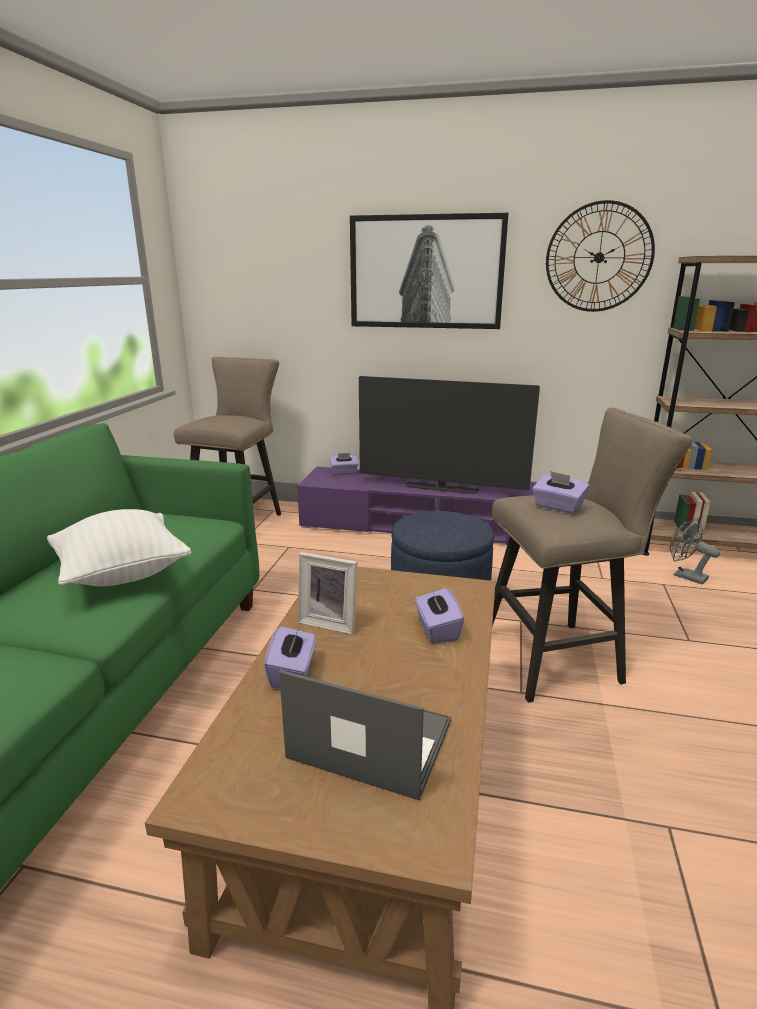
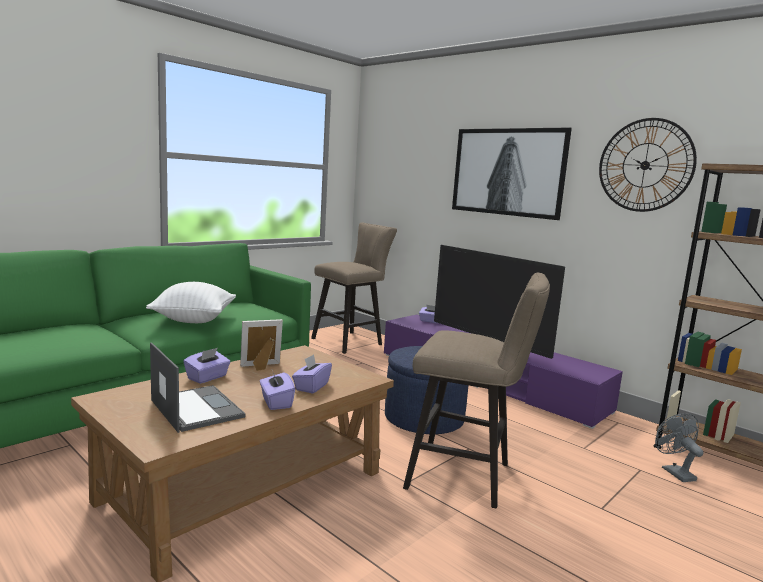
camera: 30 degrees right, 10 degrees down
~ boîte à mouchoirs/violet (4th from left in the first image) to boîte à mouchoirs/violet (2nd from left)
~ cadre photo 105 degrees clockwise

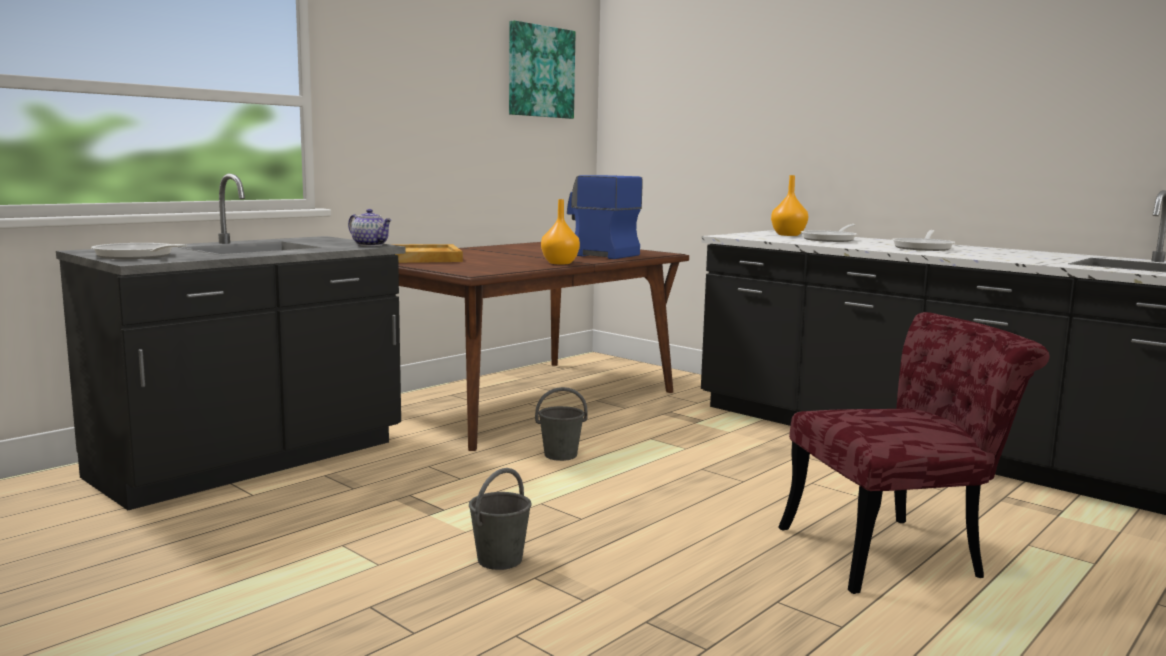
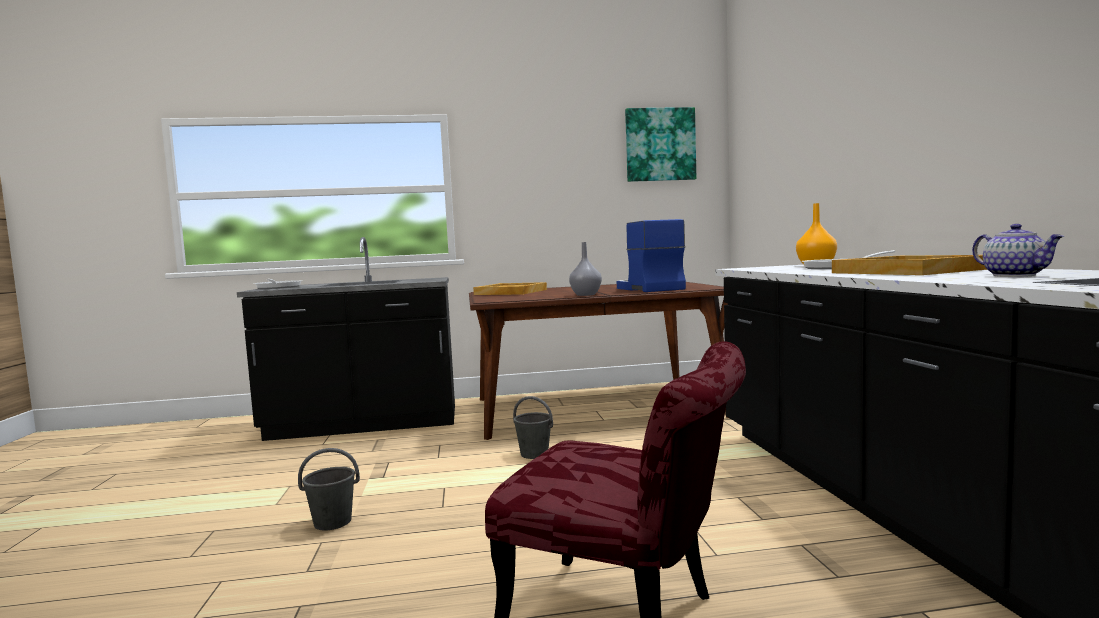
camera: 40 degrees right, 5 degrees down
~ vase/orange (1st from left) to vase/gris
~ théière
~ poêle (3rd from left) to plateau/beige (2nd from left)

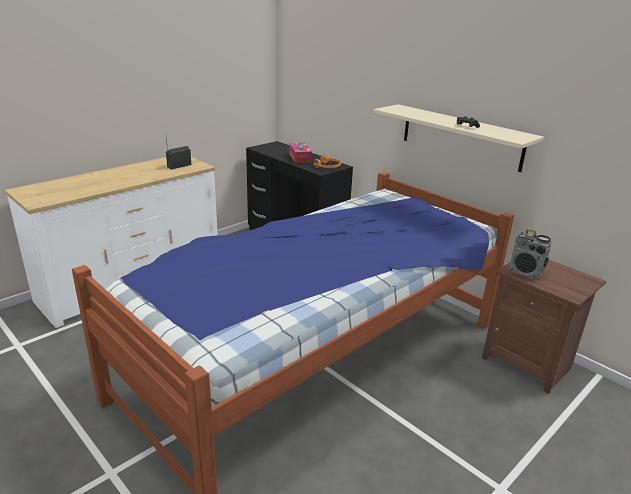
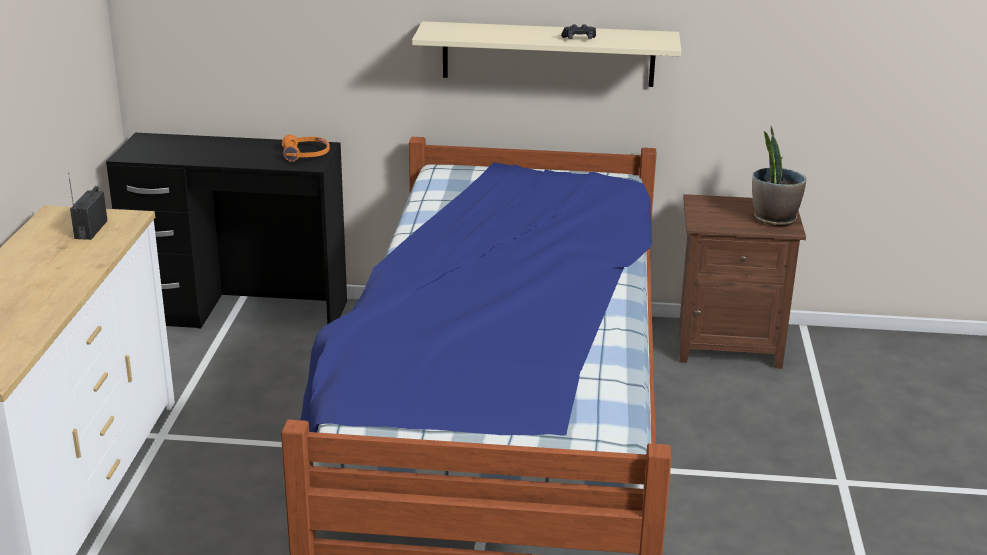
camera: 40 degrees left, 0 degrees up
- boîte à mouchoirs
- radio (2nd from left)
+ plante en pot

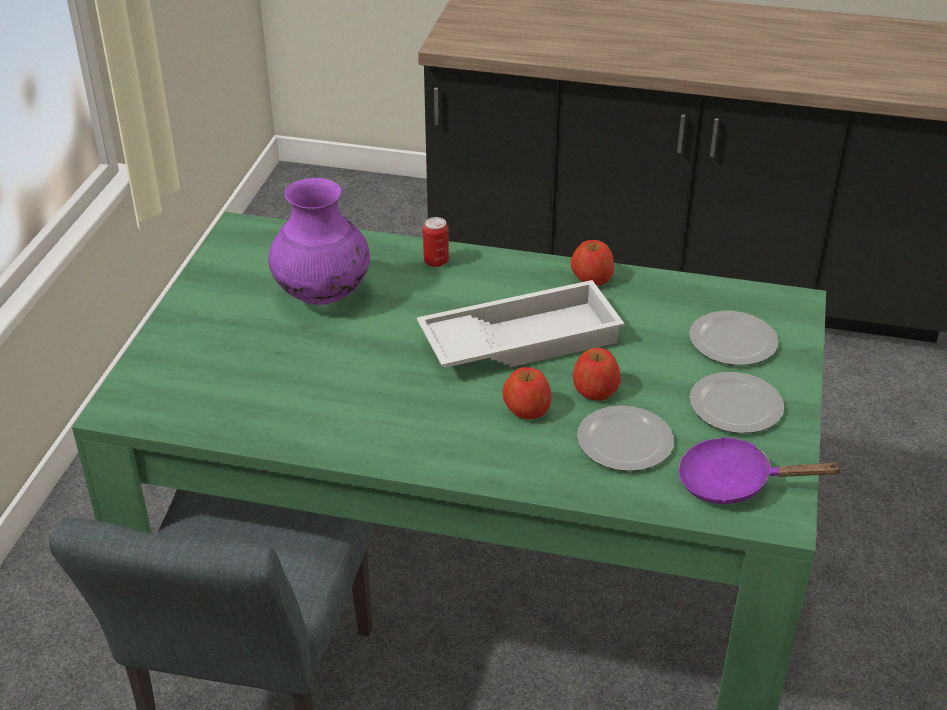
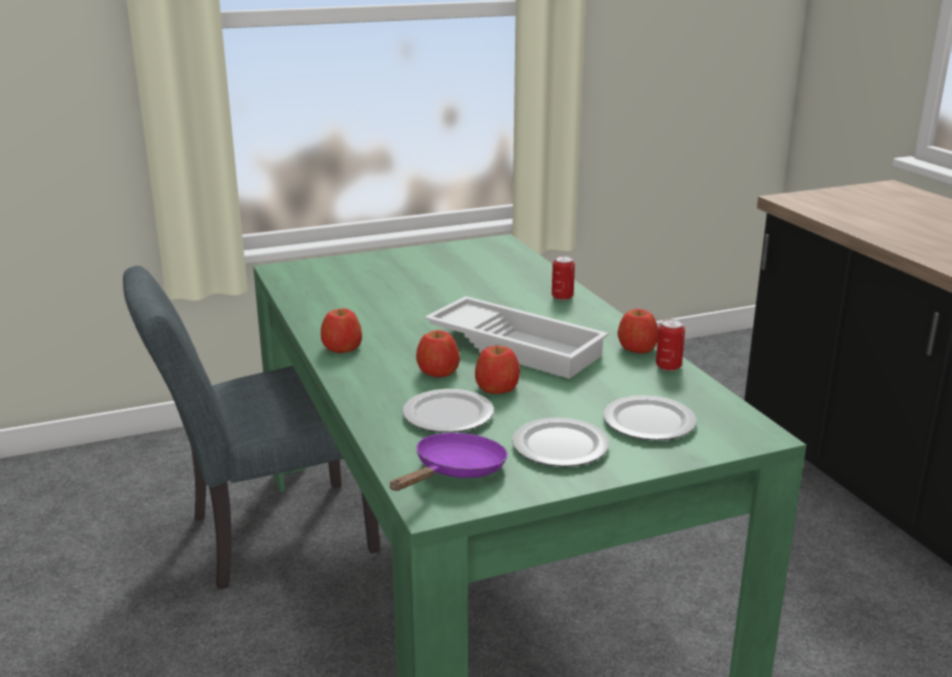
camera: 55 degrees right, 15 degrees down
- vase/violet
~ poêle/violet 60 degrees clockwise
+ pomme (1st from left)
+ boîte métallique (2nd from left)

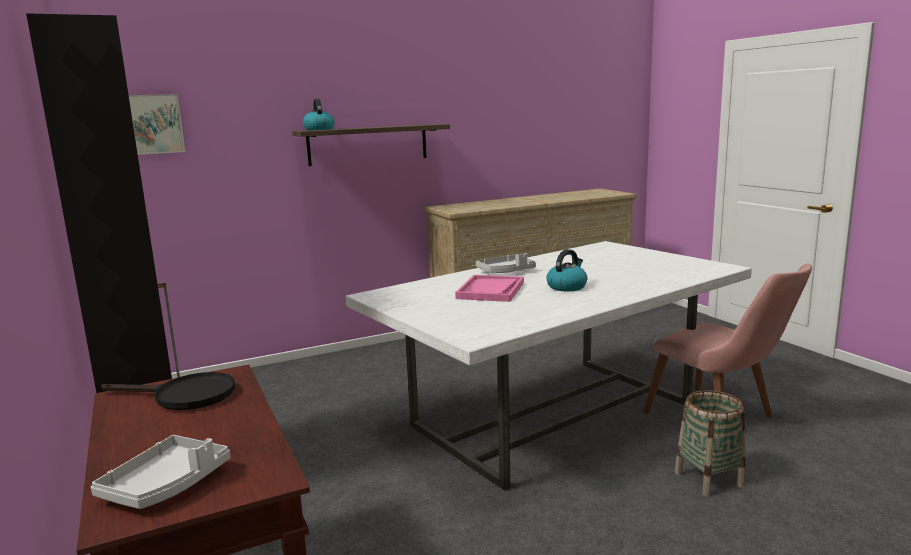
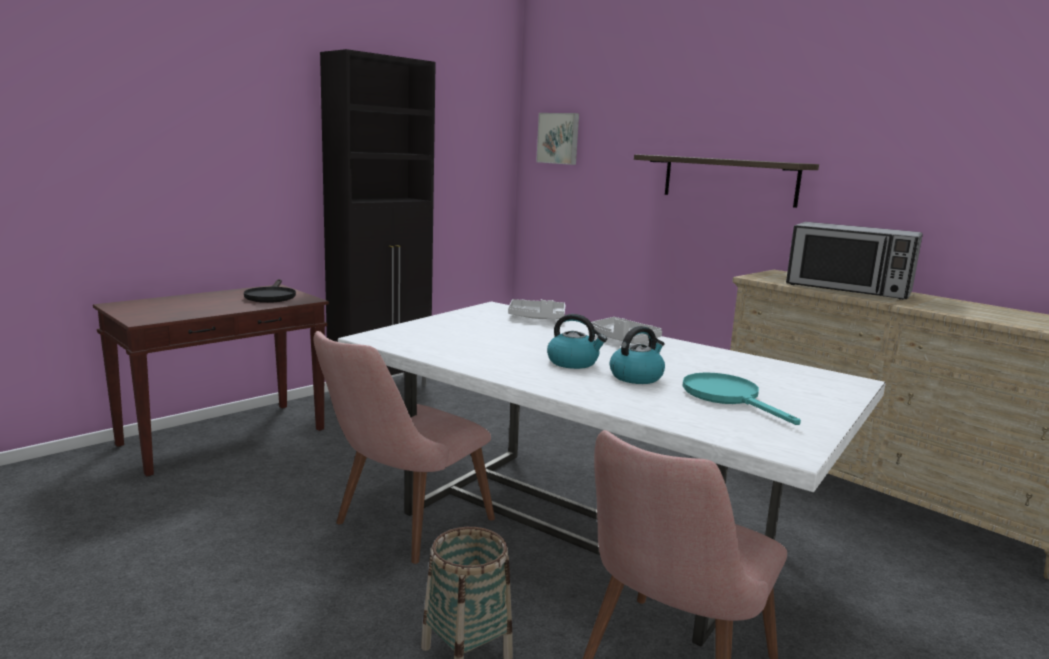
camera: 70 degrees right, 0 degrees up
~ bouilloire (1st from left in the first image) to bouilloire (2nd from left)
- plateau/rose
~ plateau/gris (1st from left)
+ micro-ondes
+ chaise/rose (1st from left)
+ poêle/turquoise

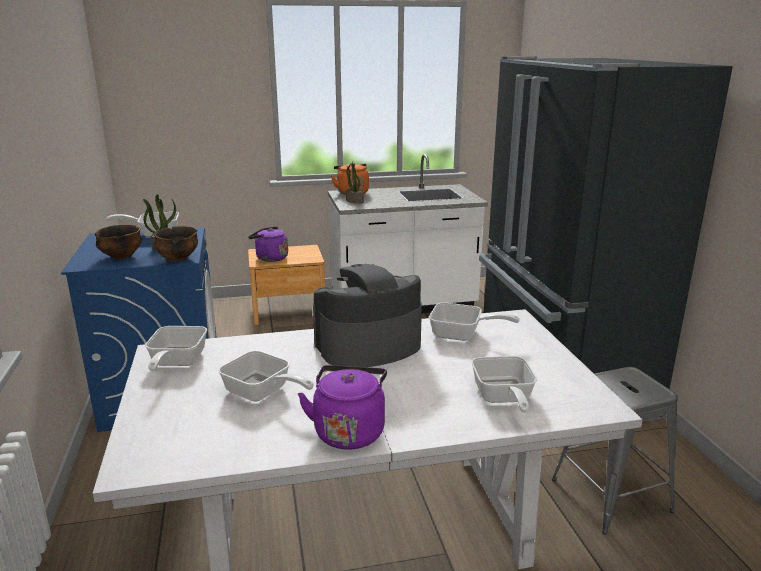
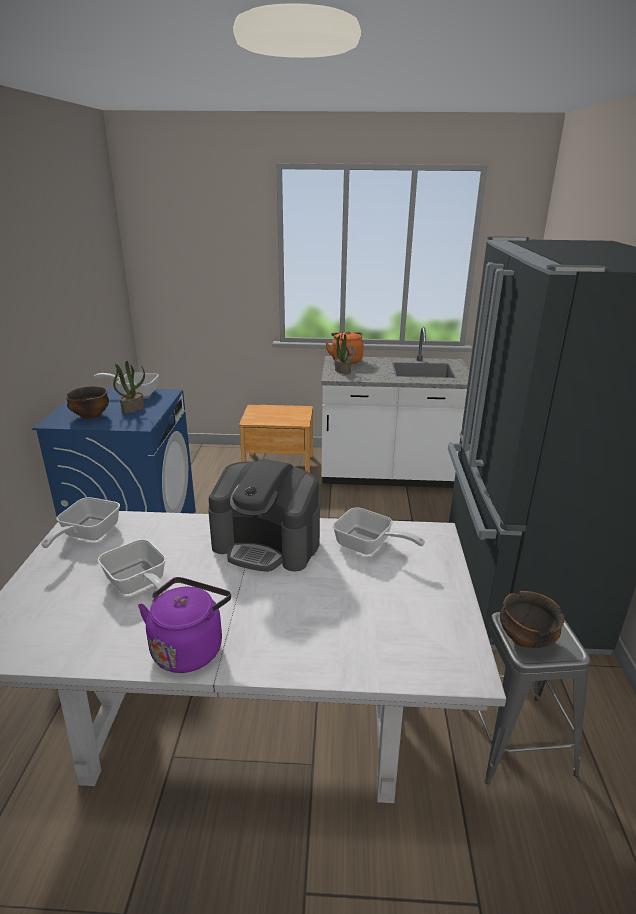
camera: 15 degrees right, 5 degrees up
~ bol (2nd from left)
- bouilloire/violet (1st from left)
~ machine à café 150 degrees counterclockwise
- poêle (5th from left)

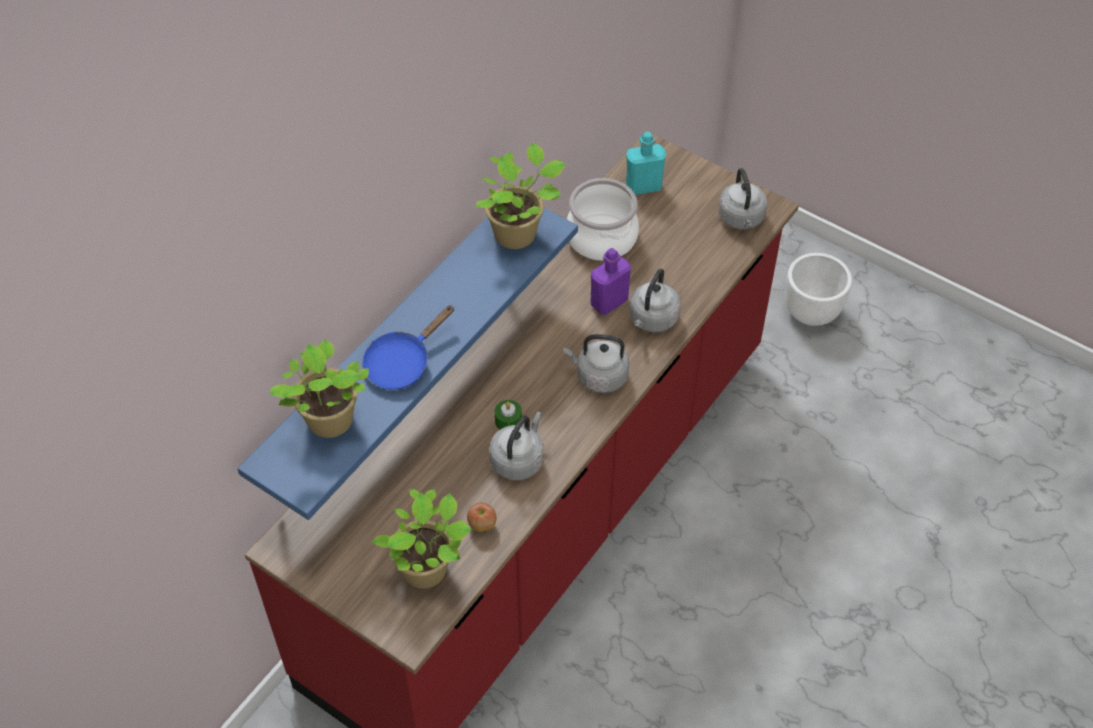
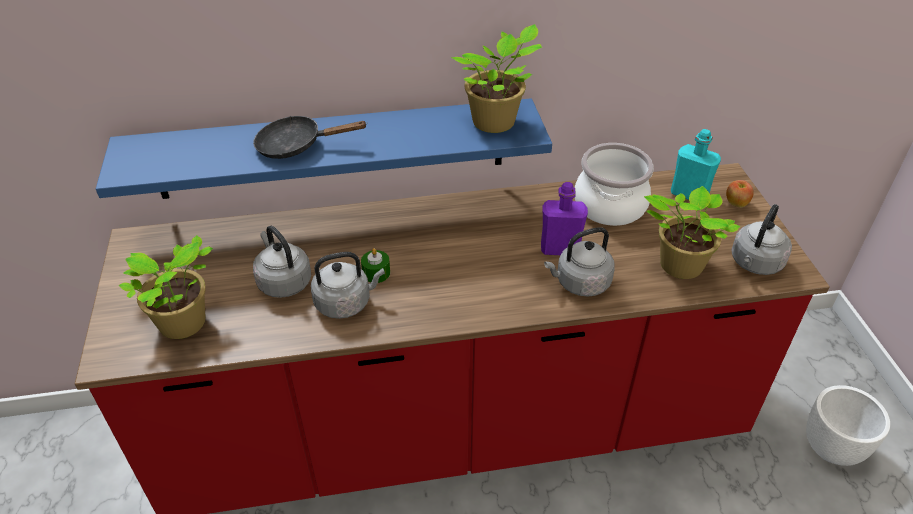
camera: 45 degrees right, 10 degrees down
~ poêle/bleu to poêle/noir
~ bouilloire/gris (2nd from left in the first image) to bouilloire/gris (1st from left)
~ plante en pot (1st from left in the first image) to plante en pot (3rd from left)
~ pomme

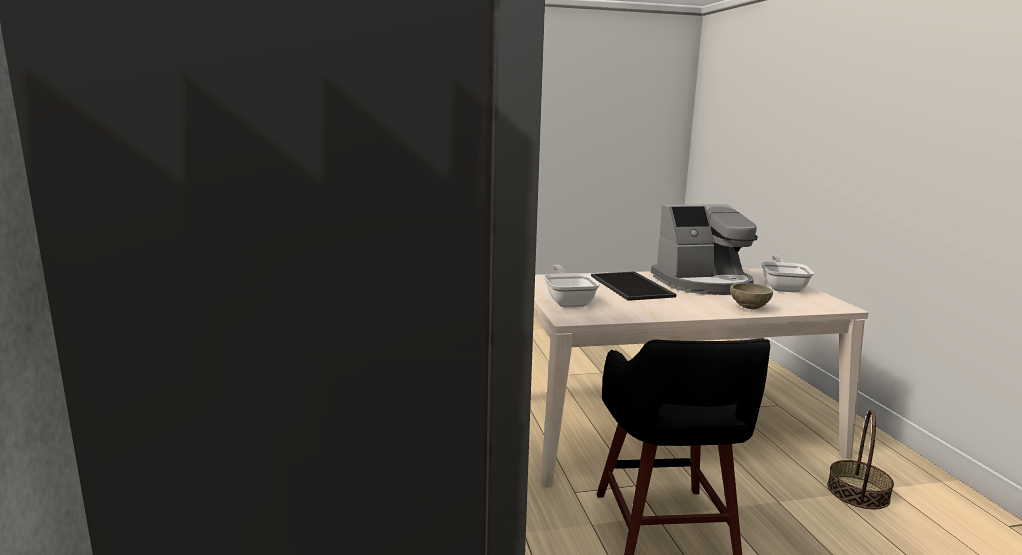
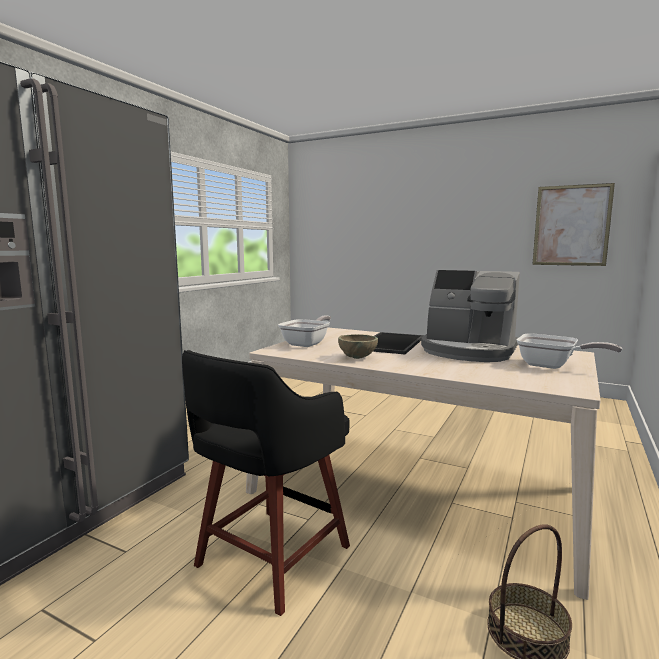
camera: 40 degrees right, 5 degrees down
~ poêle (2nd from left) 75 degrees clockwise
~ bol/beige
+ tableau

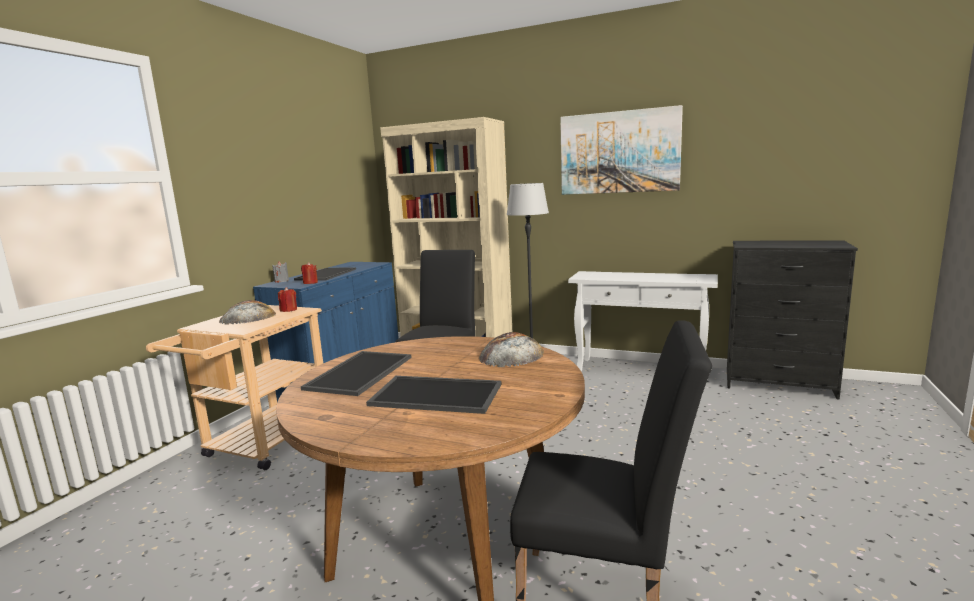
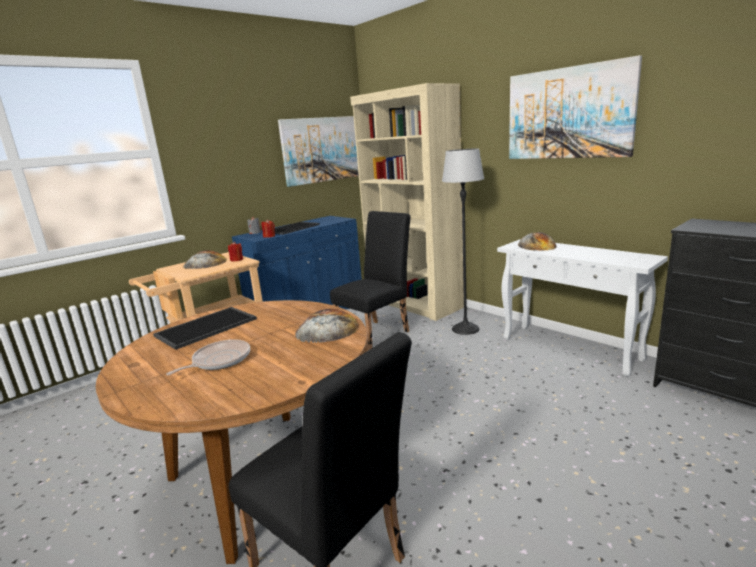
camera: 25 degrees right, 5 degrees up
~ plateau (3rd from left) to poêle
+ tableau (1st from left)
+ pain (3rd from left)

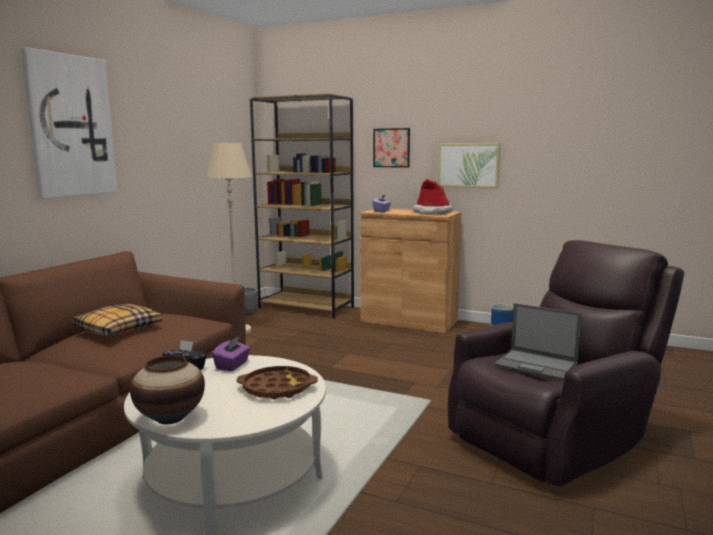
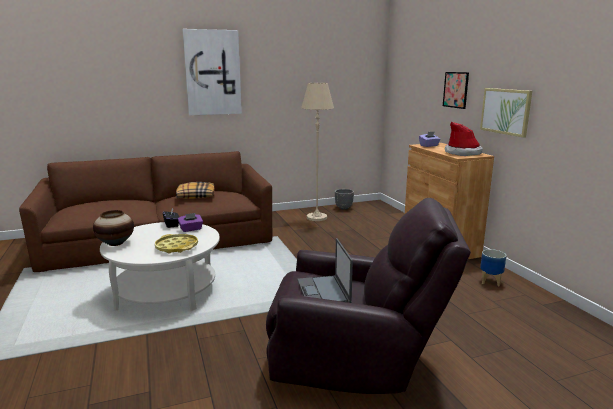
camera: 45 degrees right, 5 degrees up
- bibliothèque/marron
~ plateau/marron to plateau/jaune

